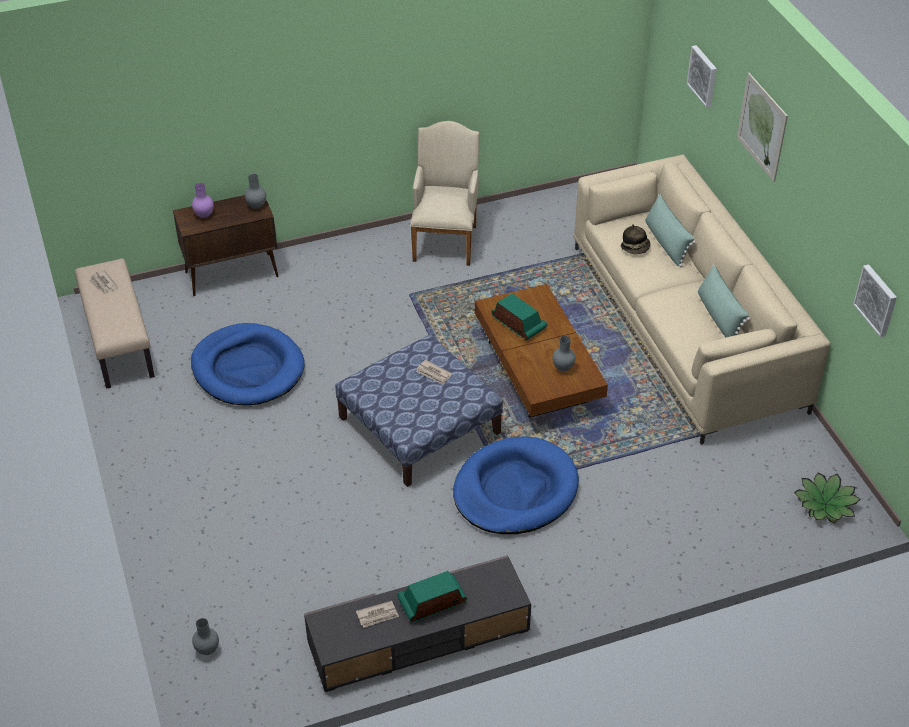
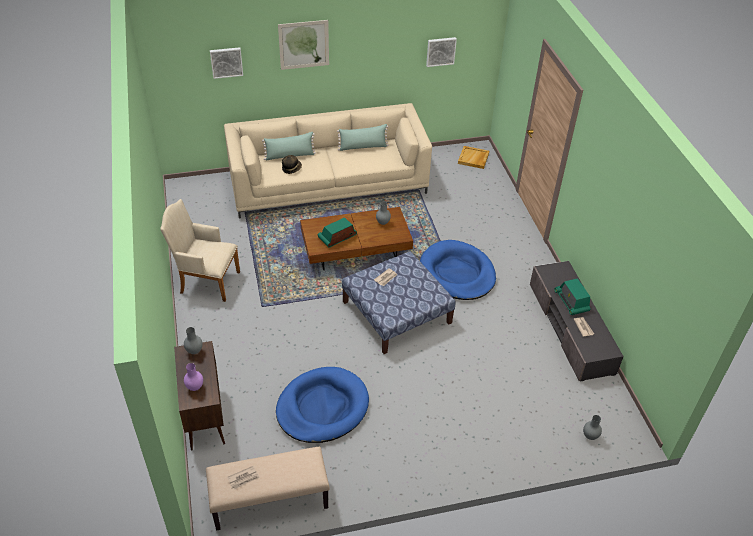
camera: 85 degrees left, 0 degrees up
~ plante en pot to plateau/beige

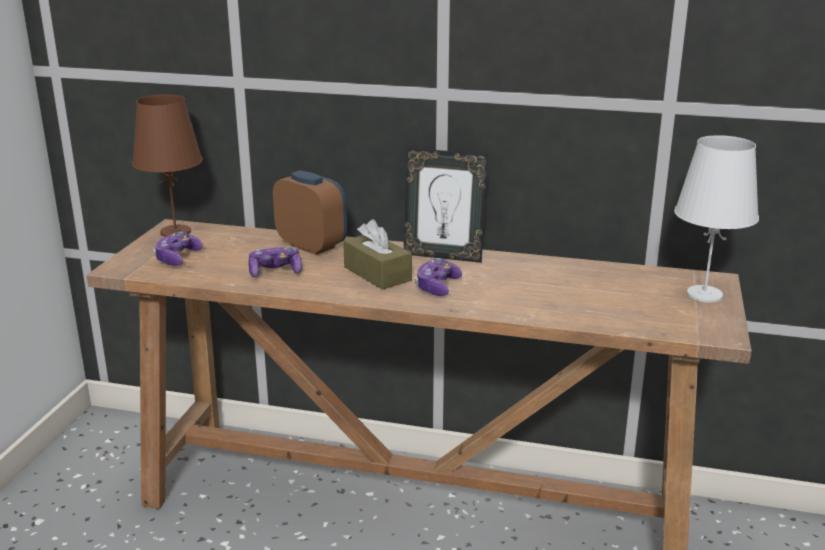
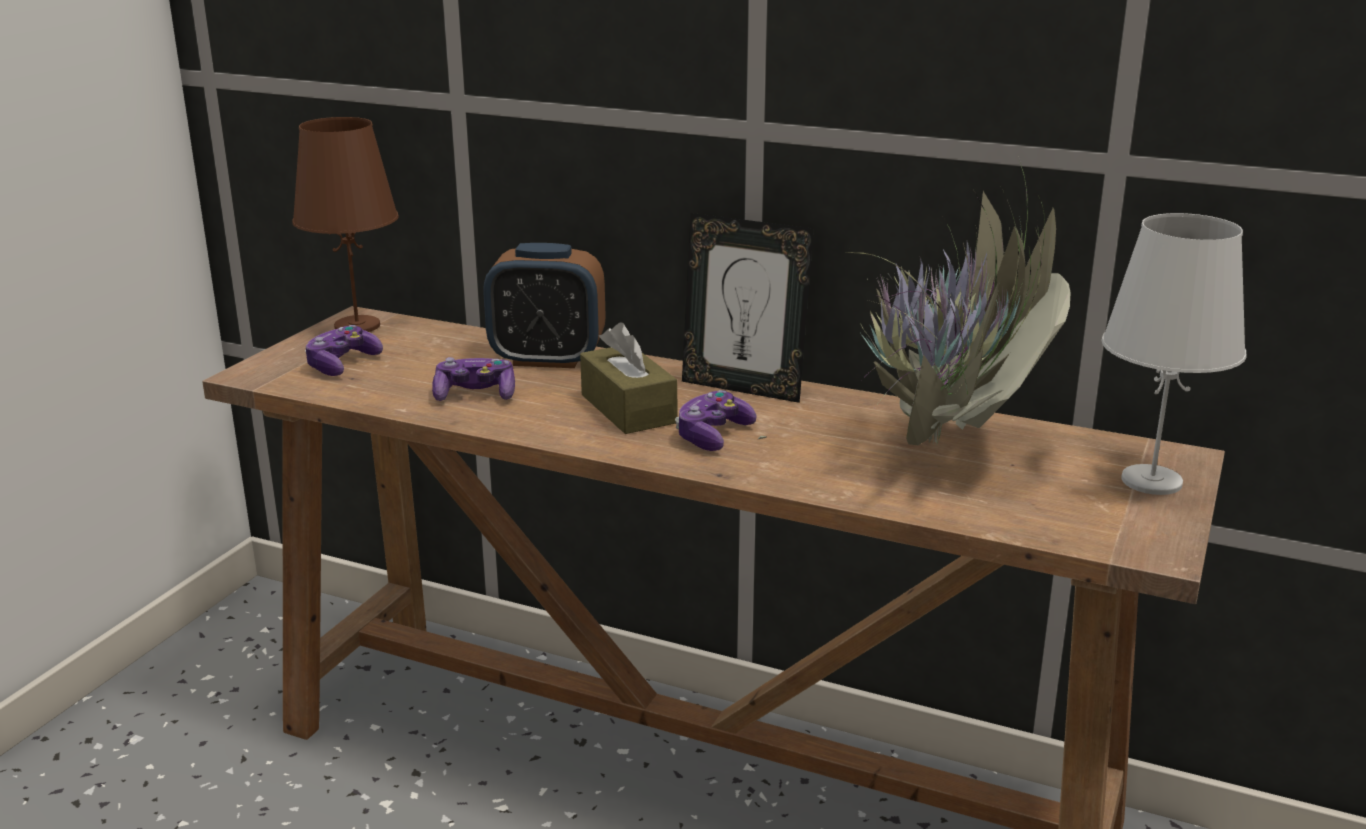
camera: 10 degrees right, 0 degrees up
~ réveil 135 degrees clockwise
+ plante en pot

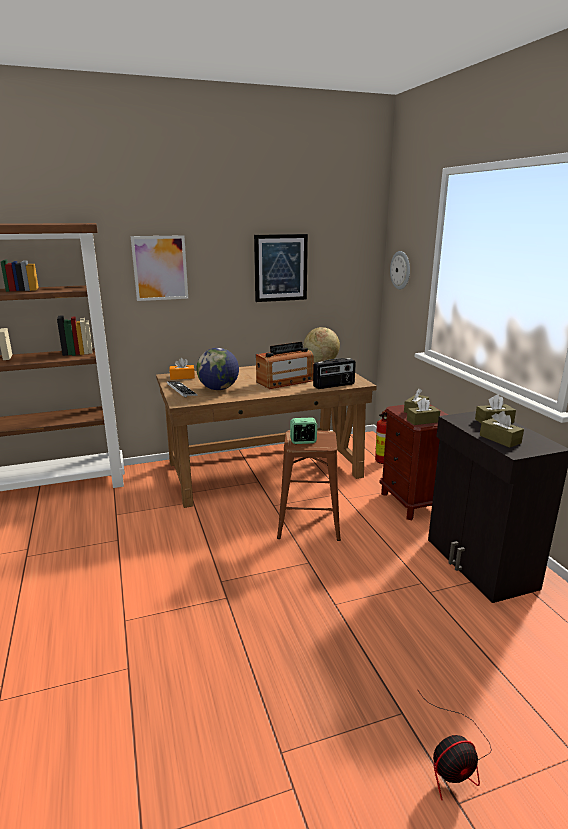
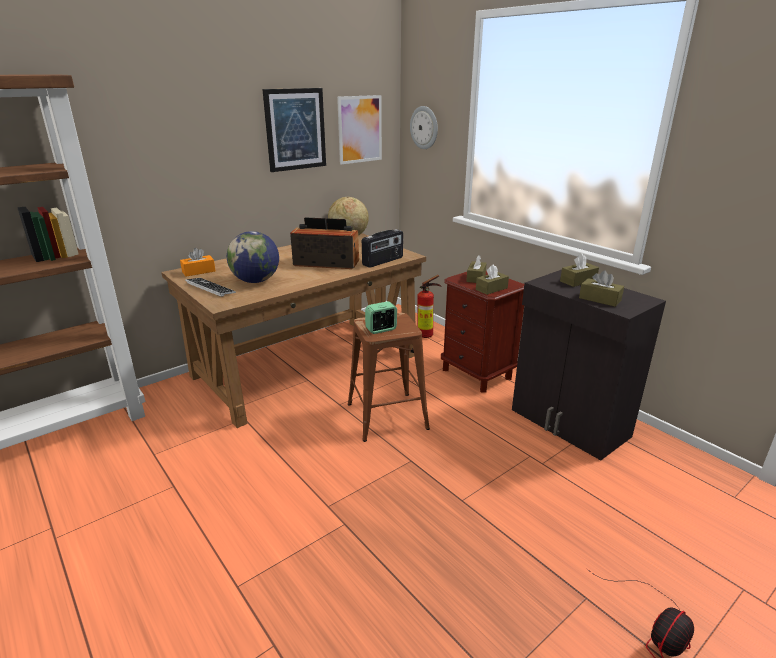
camera: 20 degrees left, 5 degrees up
~ tableau (1st from left in the first image) to tableau (2nd from left)
~ radio (1st from left) 120 degrees counterclockwise

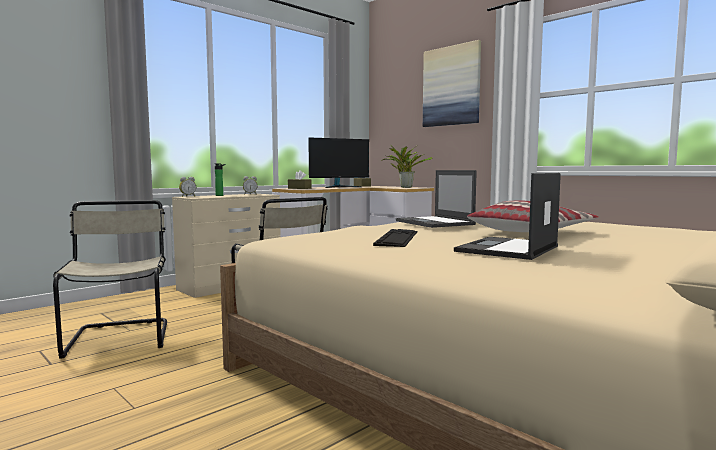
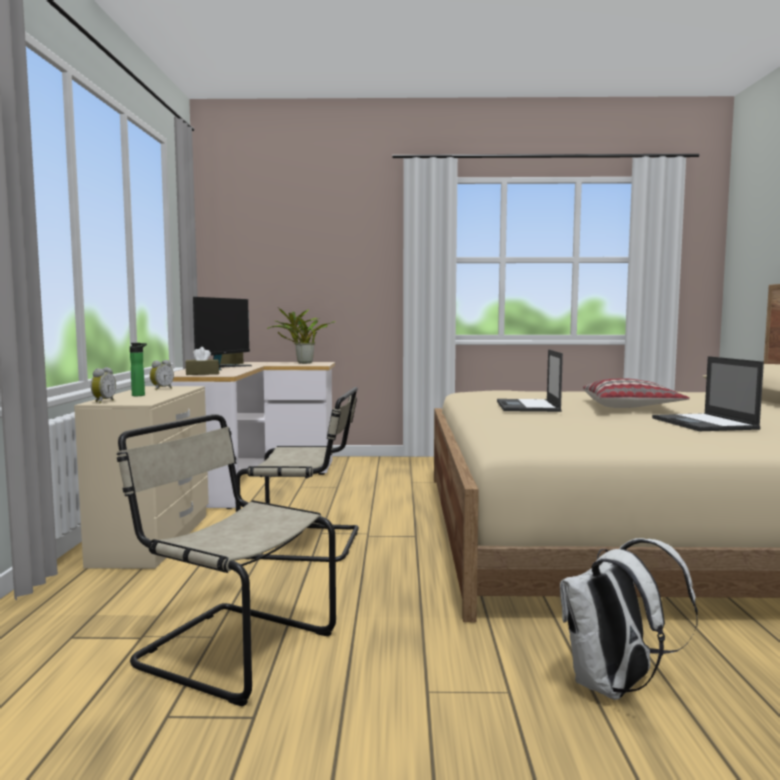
camera: 45 degrees left, 0 degrees up
- tableau
~ ordinateur portable (1st from left) 75 degrees clockwise
- clavier
+ sac à dos/blanc

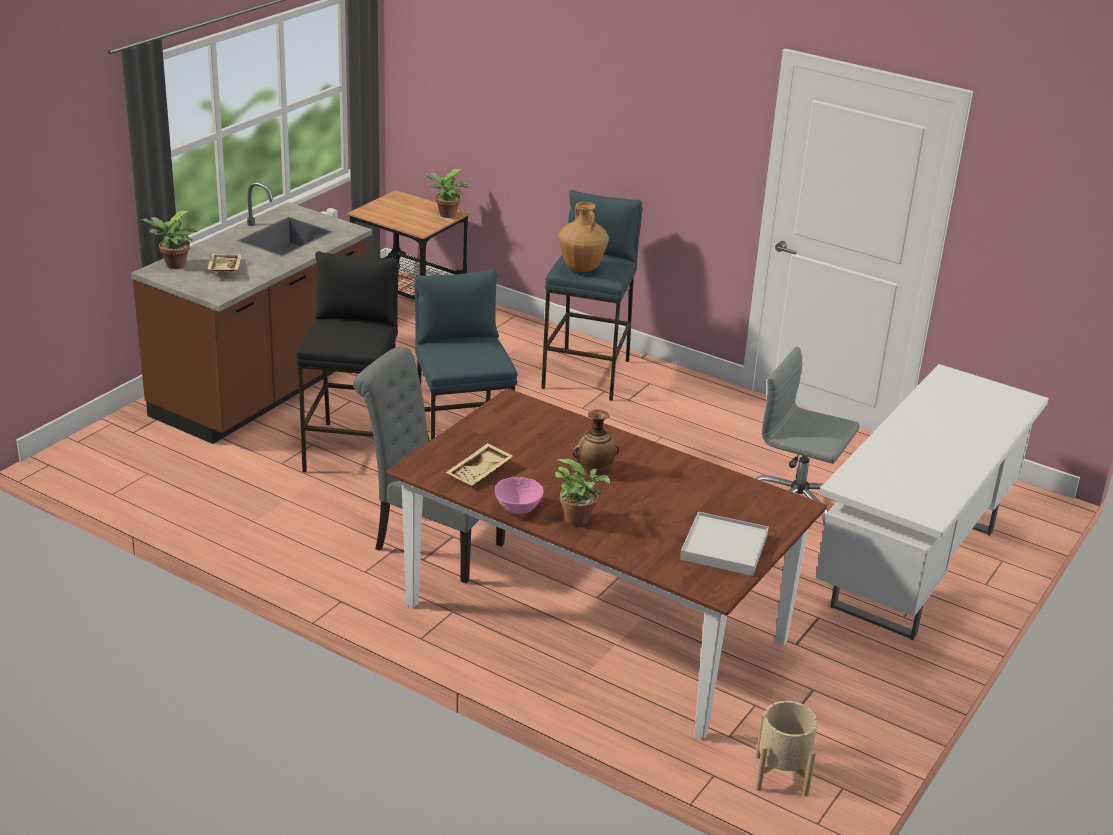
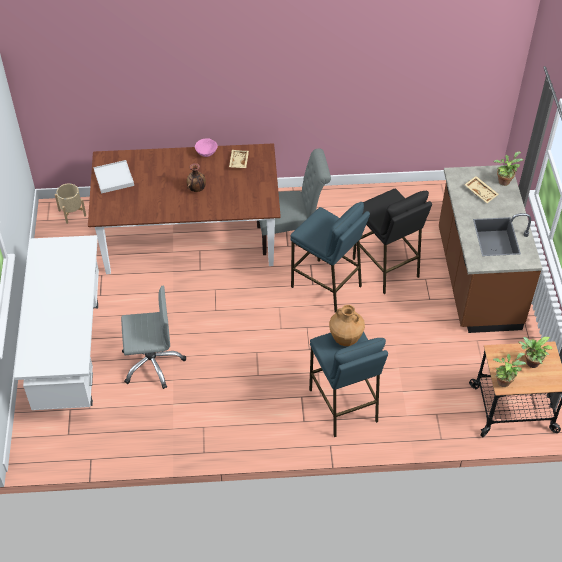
camera: 145 degrees right, 20 degrees up
~ plante en pot (3rd from left)

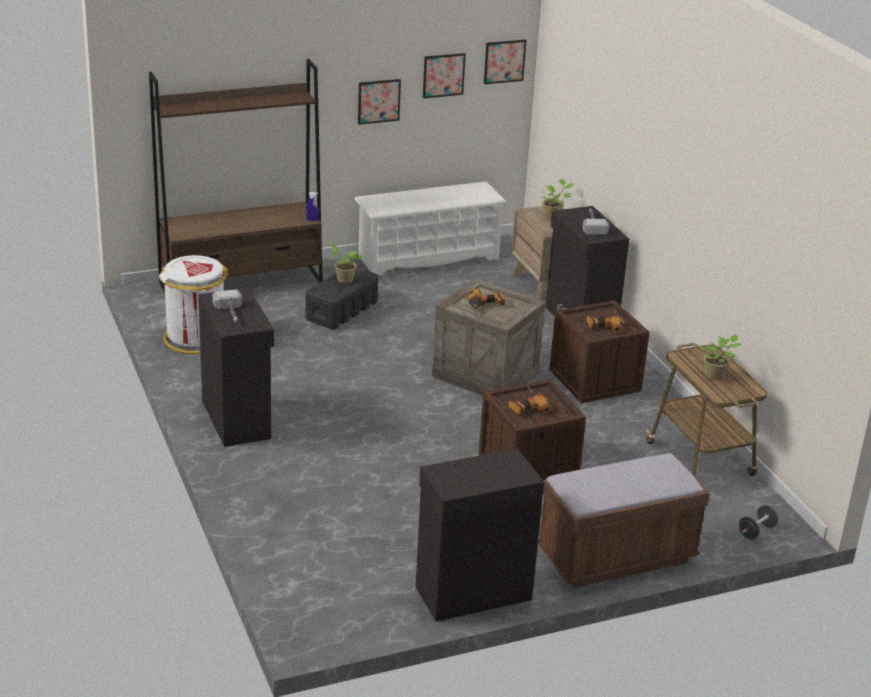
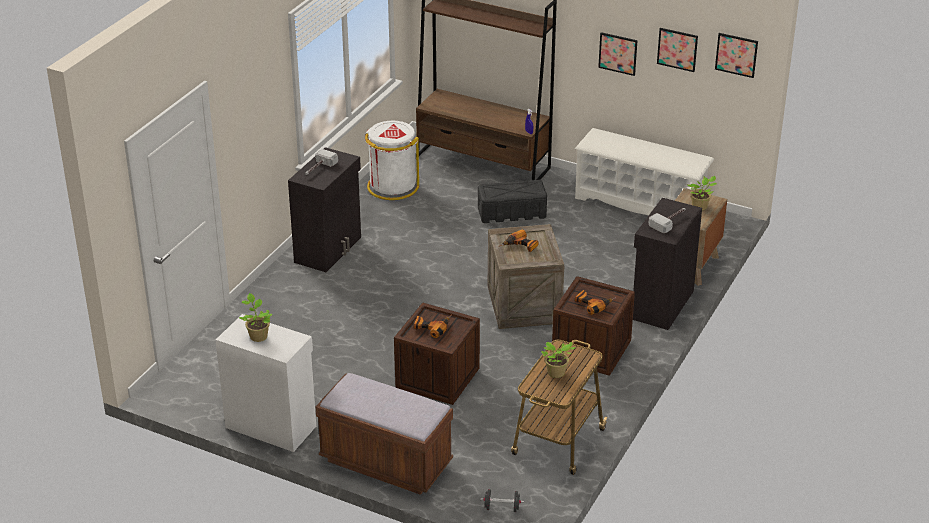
camera: 50 degrees right, 5 degrees up
~ plante en pot (1st from left)
~ meuble de rangement/noir (2nd from left) to meuble de rangement/blanc

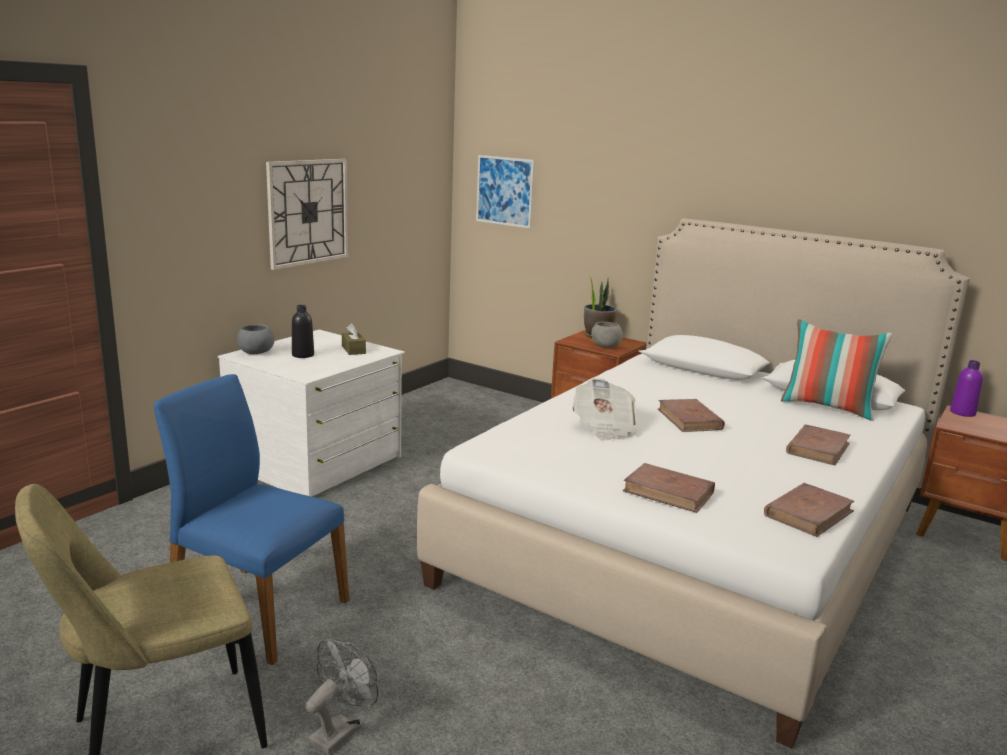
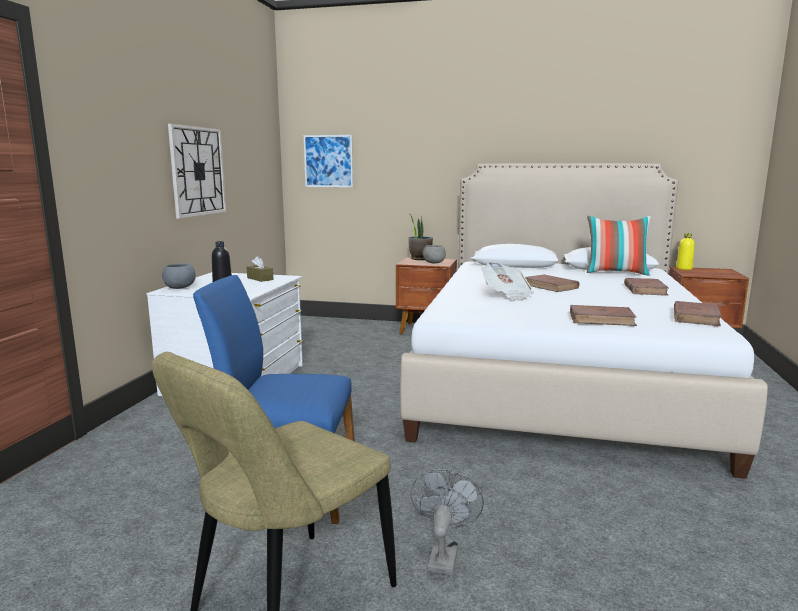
camera: 20 degrees left, 5 degrees down
~ bouteille/violet to bouteille/jaune

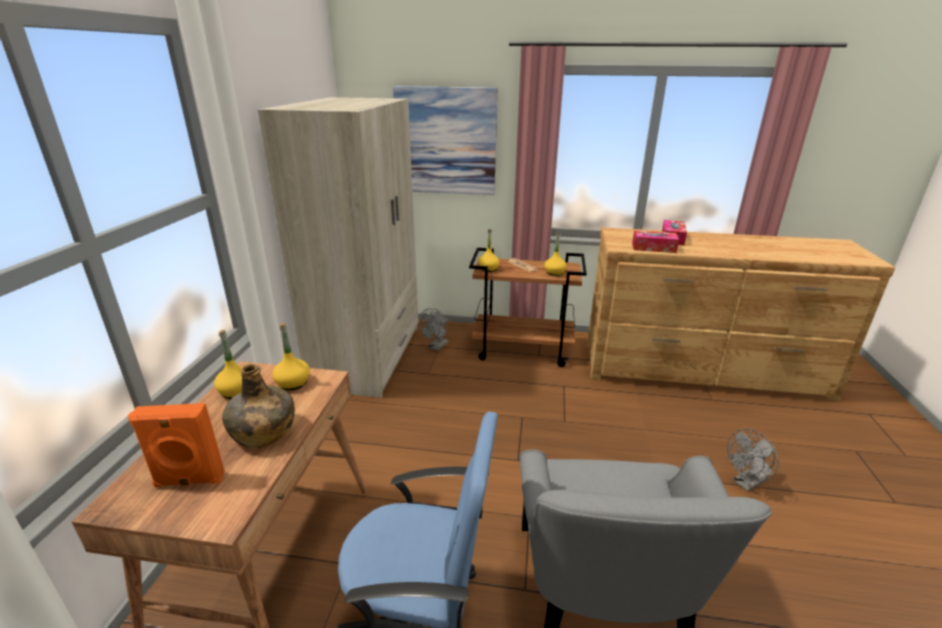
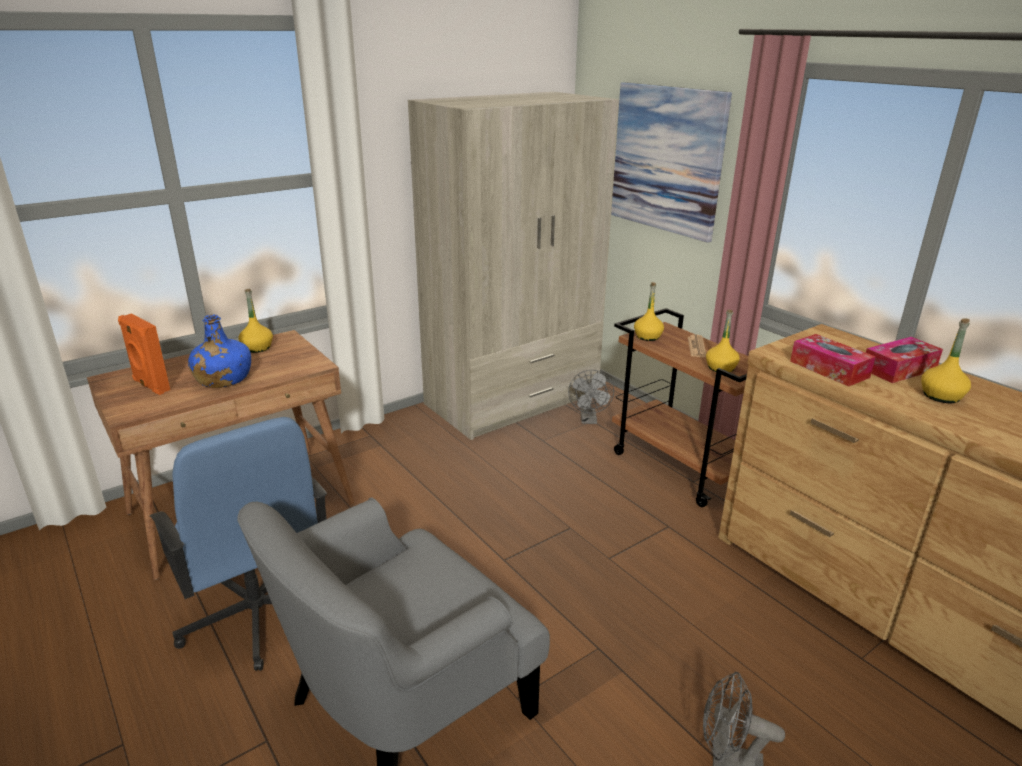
camera: 45 degrees right, 0 degrees up
~ ventilateur/gris (1st from left) 75 degrees counterclockwise
~ bouteille/jaune (2nd from left in the first image) to bouteille/jaune (4th from left)
~ bouteille/vert to bouteille/bleu

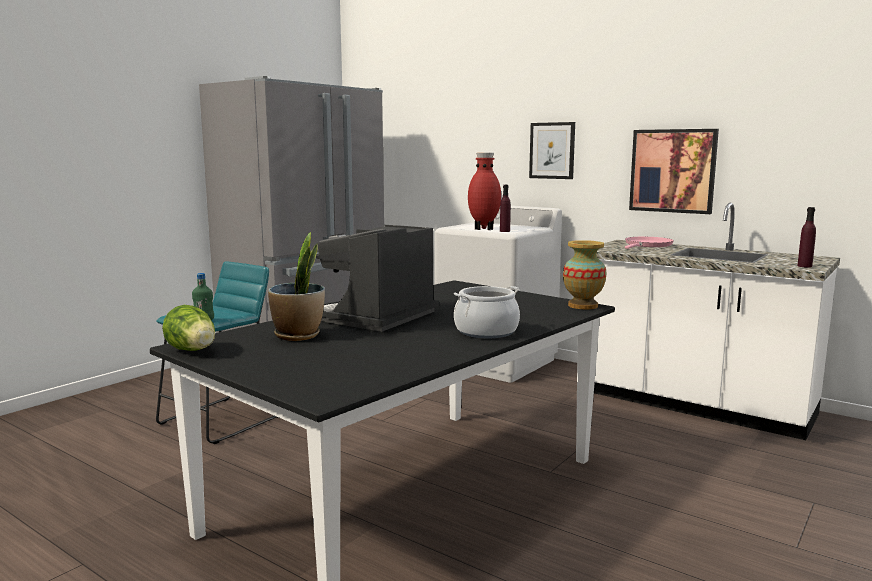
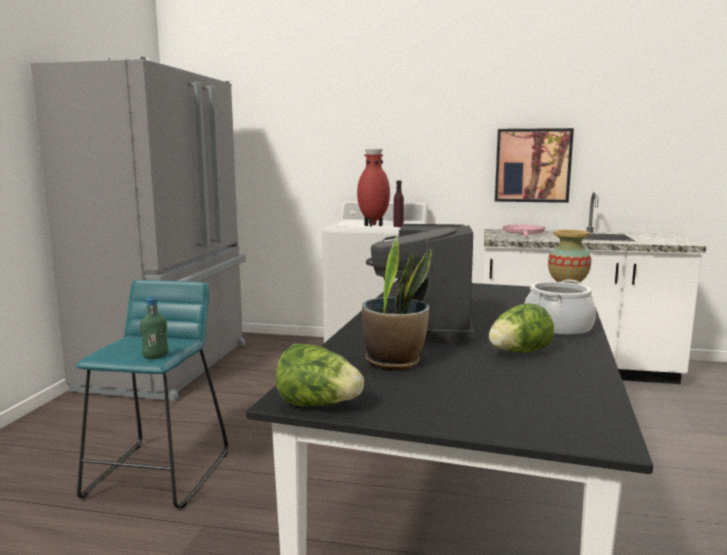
camera: 25 degrees left, 0 degrees up
- tableau (1st from left)
- bouteille/violet (2nd from left)
+ laitue (2nd from left)

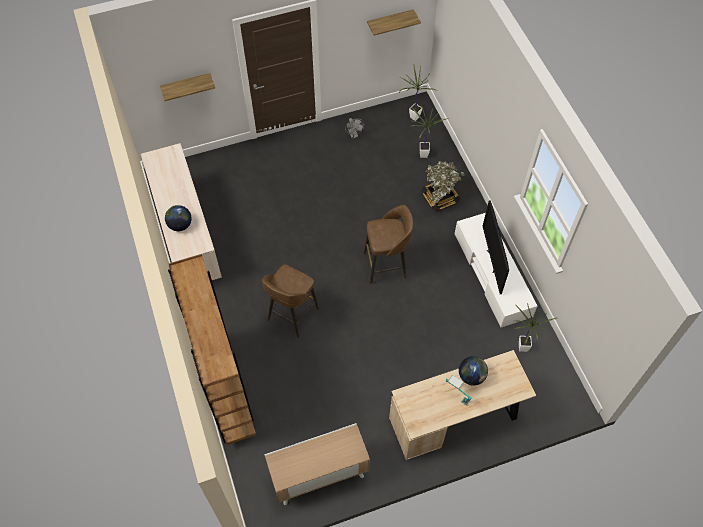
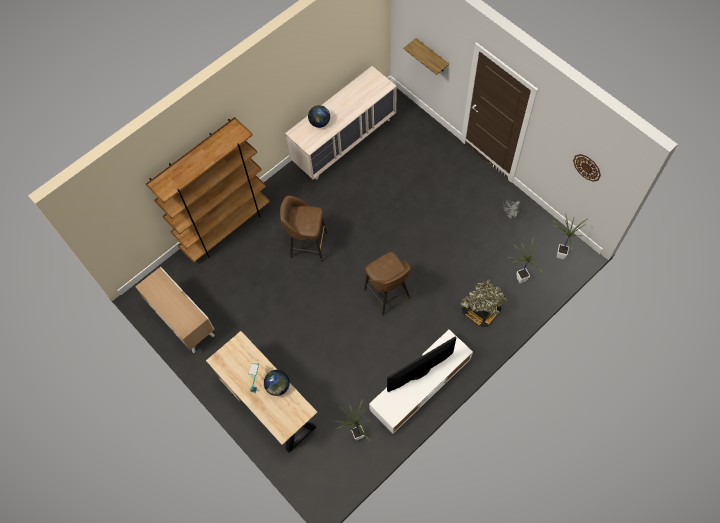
camera: 70 degrees right, 5 degrees up
~ étagère (2nd from left) to horloge murale

